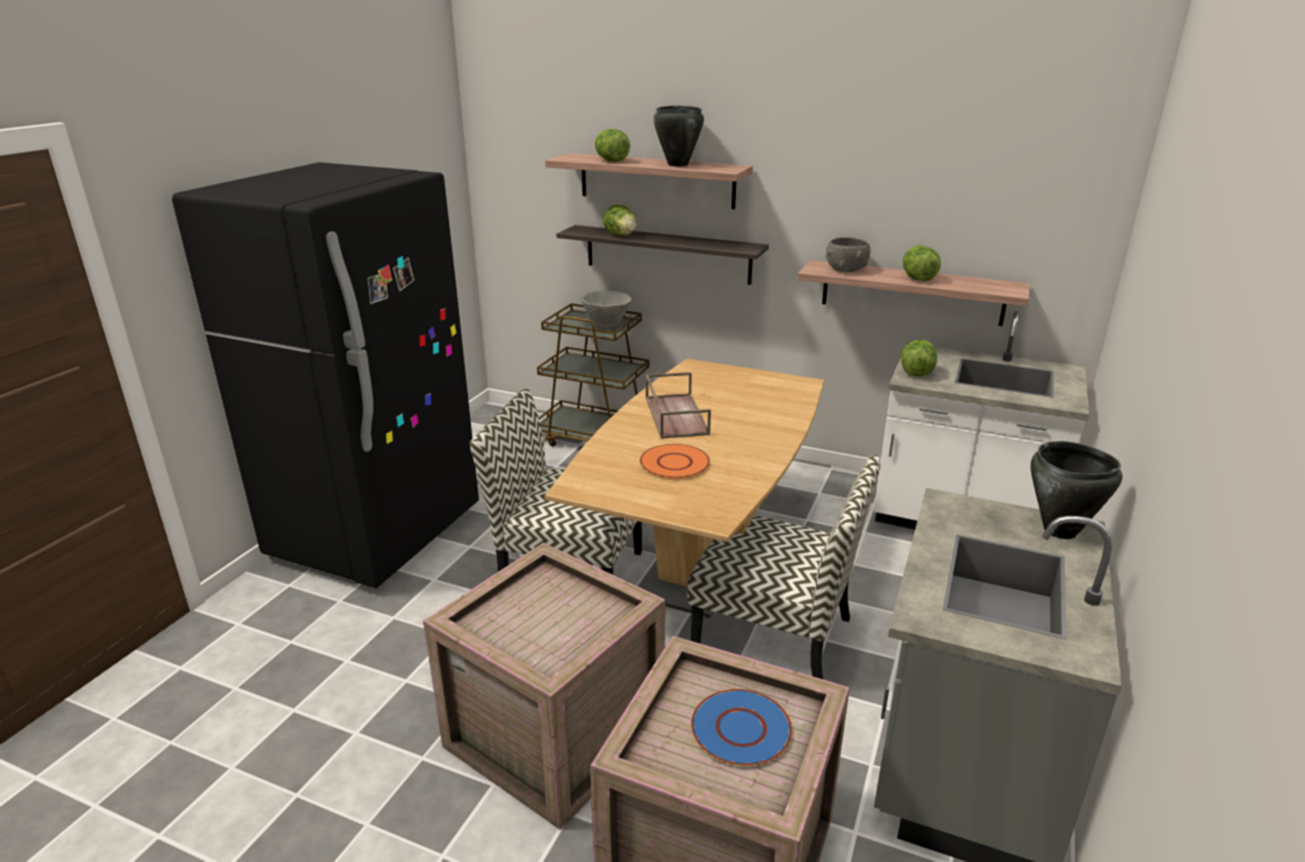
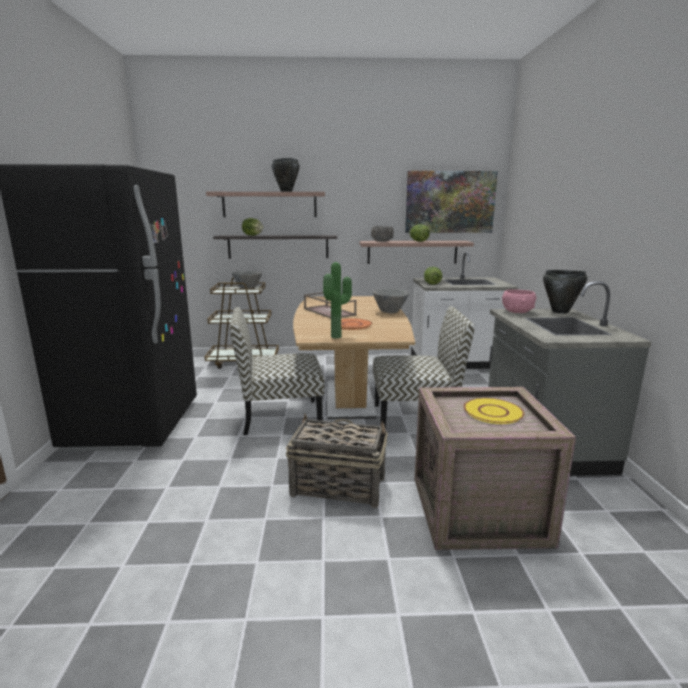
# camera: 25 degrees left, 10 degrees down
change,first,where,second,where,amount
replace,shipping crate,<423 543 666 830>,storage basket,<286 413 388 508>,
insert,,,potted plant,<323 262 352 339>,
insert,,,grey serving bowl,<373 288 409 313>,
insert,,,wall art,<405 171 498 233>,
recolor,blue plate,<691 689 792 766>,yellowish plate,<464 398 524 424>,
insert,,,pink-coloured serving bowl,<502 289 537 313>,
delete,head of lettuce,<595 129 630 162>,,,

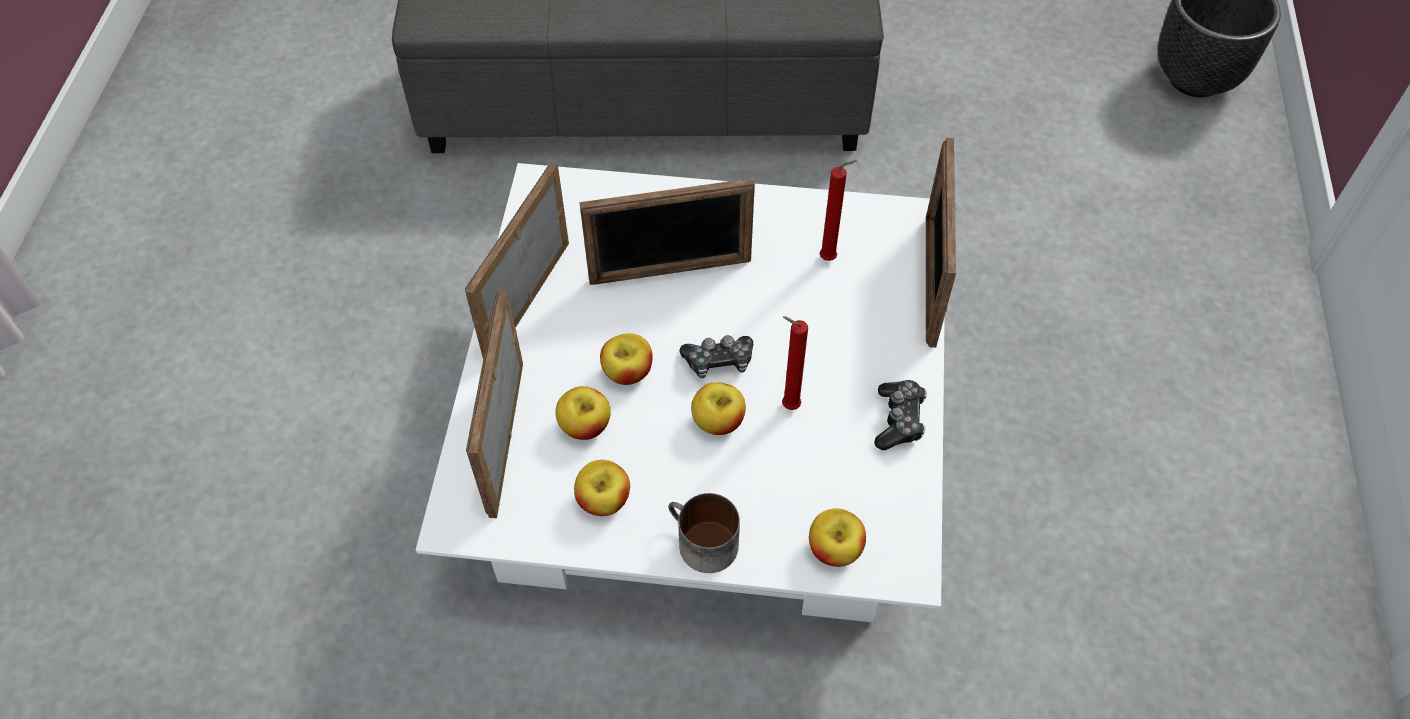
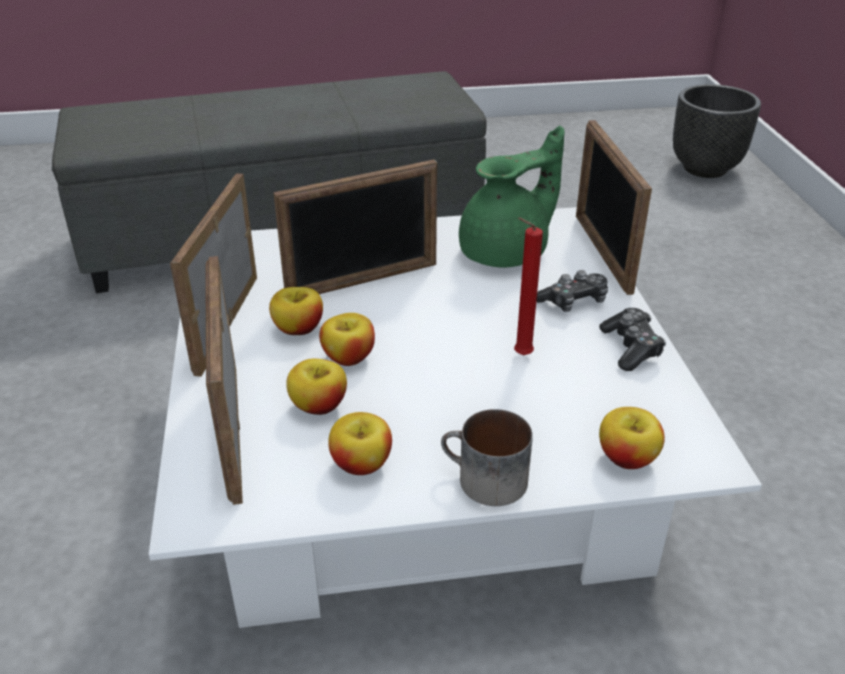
# camera: 15 degrees left, 20 degrees down
change,first,where,second,where,amount
move,whole apple,<691 382 746 435>,,<269 287 323 335>,
replace,reddish wax candle,<819 160 857 261>,green teapot,<459 126 565 268>,
move,game controller,<679 335 754 378>,,<537 270 608 312>,

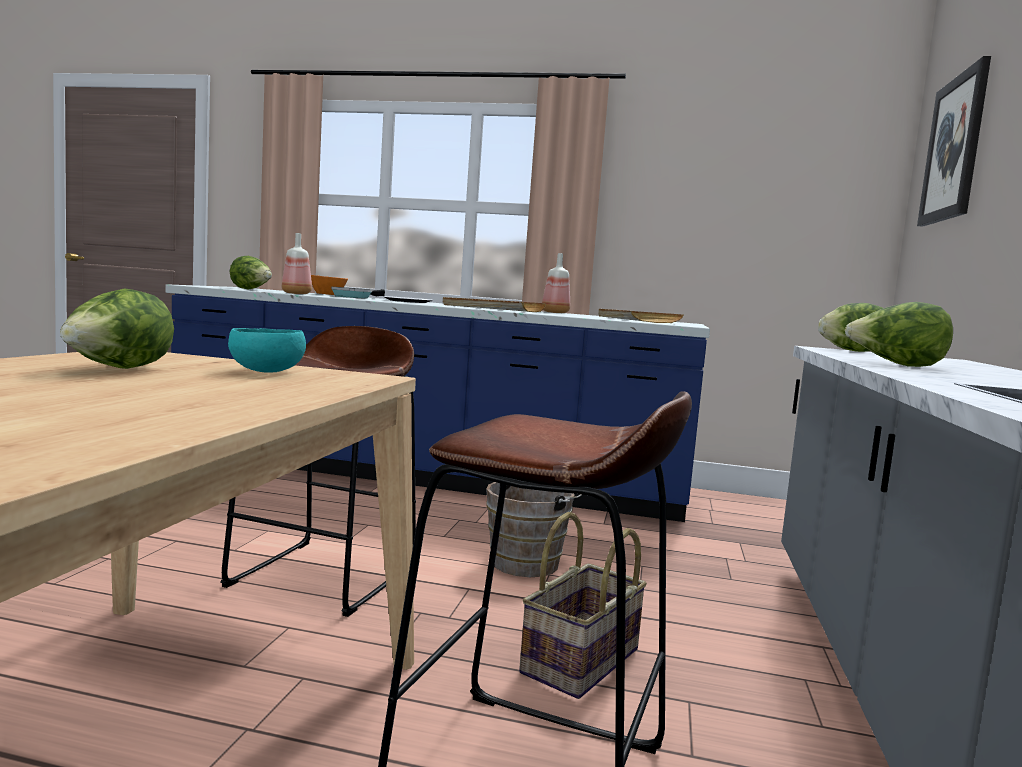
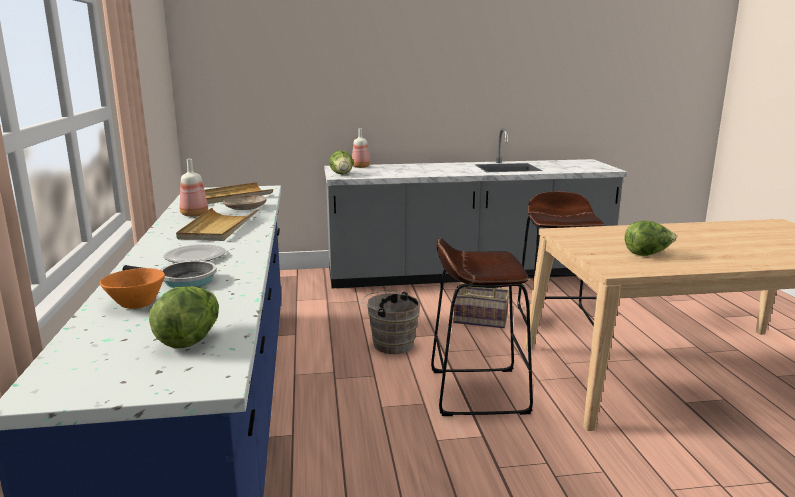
# camera: 110 degrees left, 10 degrees up
change,first,where,second,where,amount
insert,,,beige-coloured plate,<223 195 267 210>,
move,beverage bottle,<282 233 312 294>,,<352 129 370 168>,
delete,turquoise-coloured serving bowl,<228 328 306 373>,,,
delete,head of lettuce,<845 302 953 367>,,,
delete,wall art,<917 56 991 226>,,,

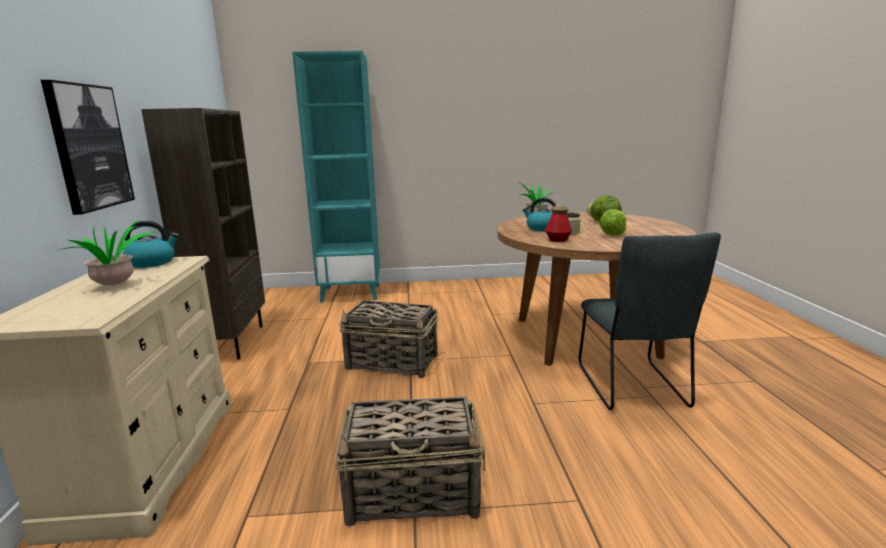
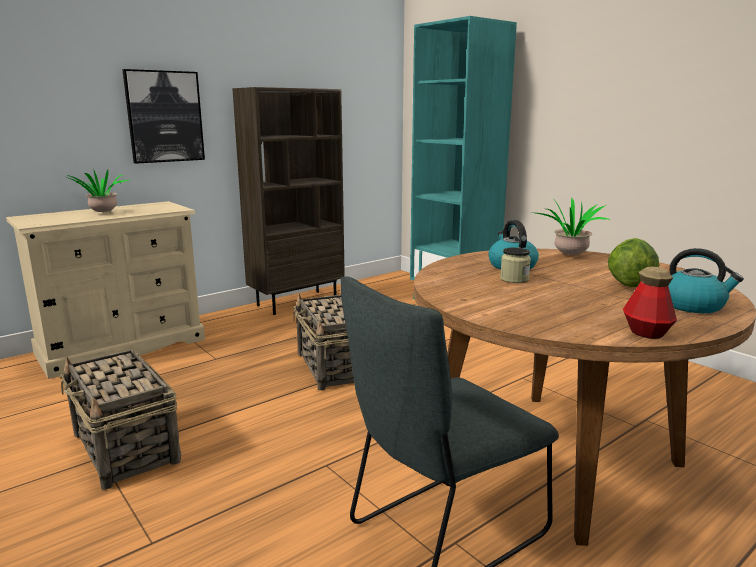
# camera: 55 degrees right, 0 degrees up
change,first,where,second,where,amount
move,beverage bottle,<545 205 573 242>,,<623 267 677 339>,
move,tea kettle,<123 221 179 268>,,<668 248 744 313>,
delete,head of lettuce,<599 209 626 235>,,,

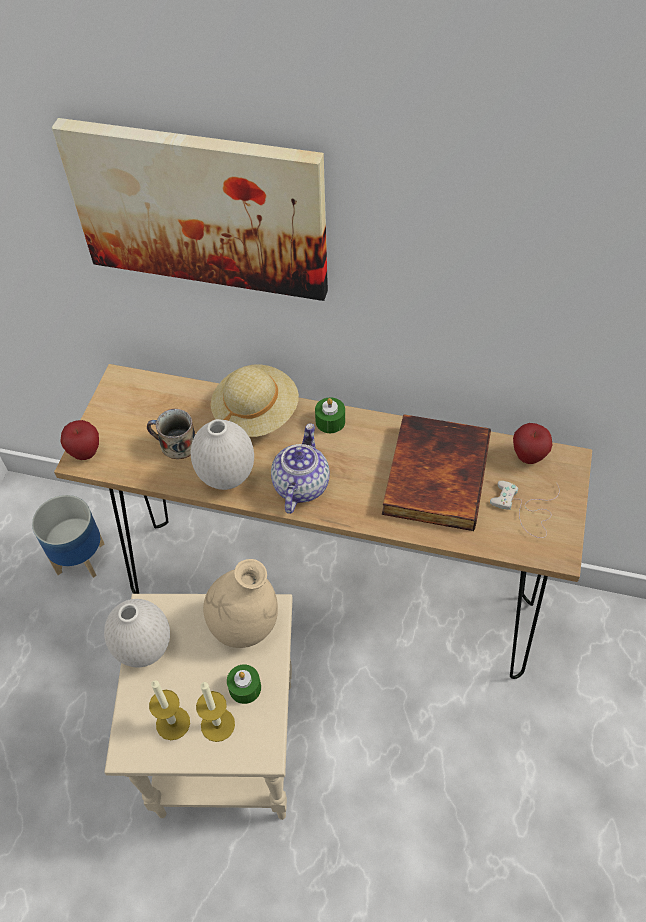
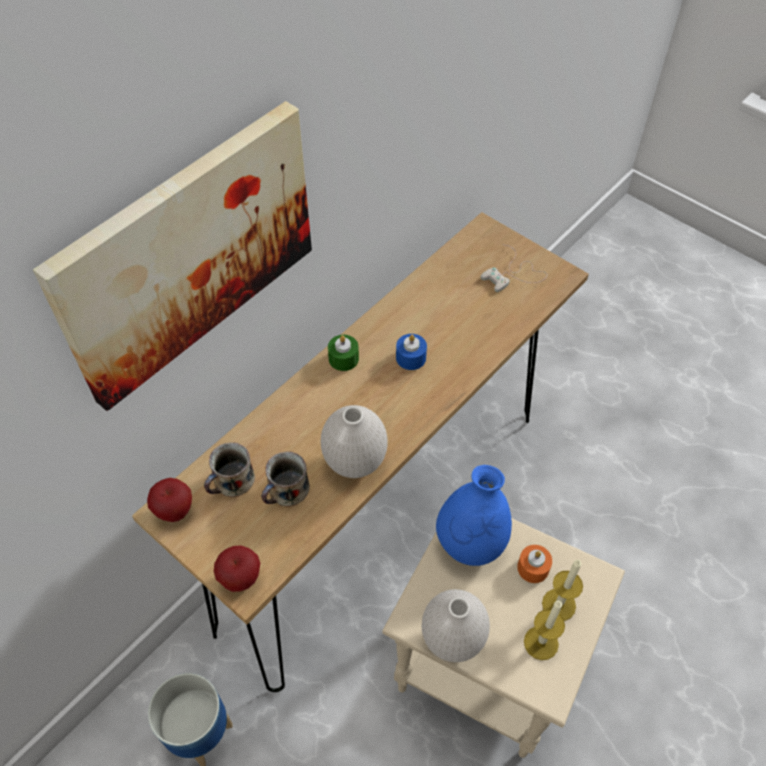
# camera: 65 degrees left, 0 degrees up
change,first,where,second,where,amount
move,whole apple,<513 423 552 464>,,<147 478 192 522>,
insert,,,mug,<204 442 255 497>,
insert,,,blue wax candle,<396 334 427 370>,
recolor,beige-coloured flower vase,<203 559 278 648>,blue flower vase,<436 465 512 566>,
recolor,green wax candle,<227 665 261 704>,orange wax candle,<517 545 552 583>,
delete,beige-coloured clothing hat,<210 364 299 437>,,,
delete,teapot,<271 423 330 514>,,,
delete,book,<382 414 491 531>,,,

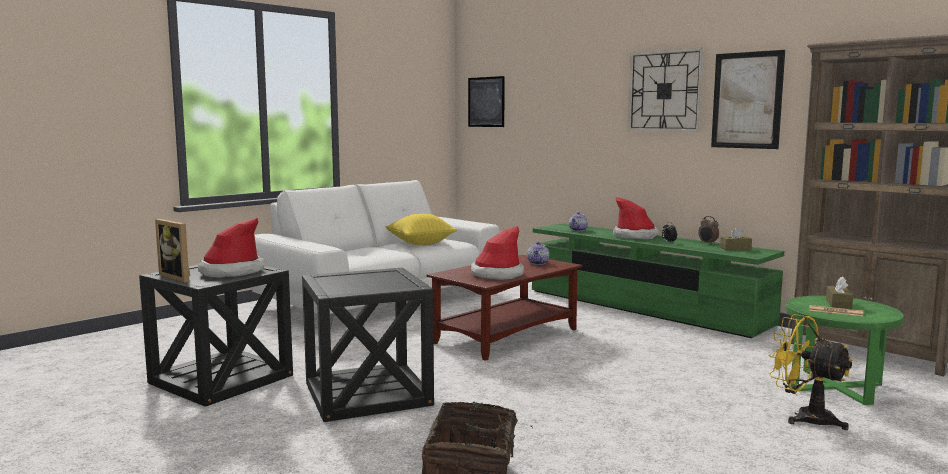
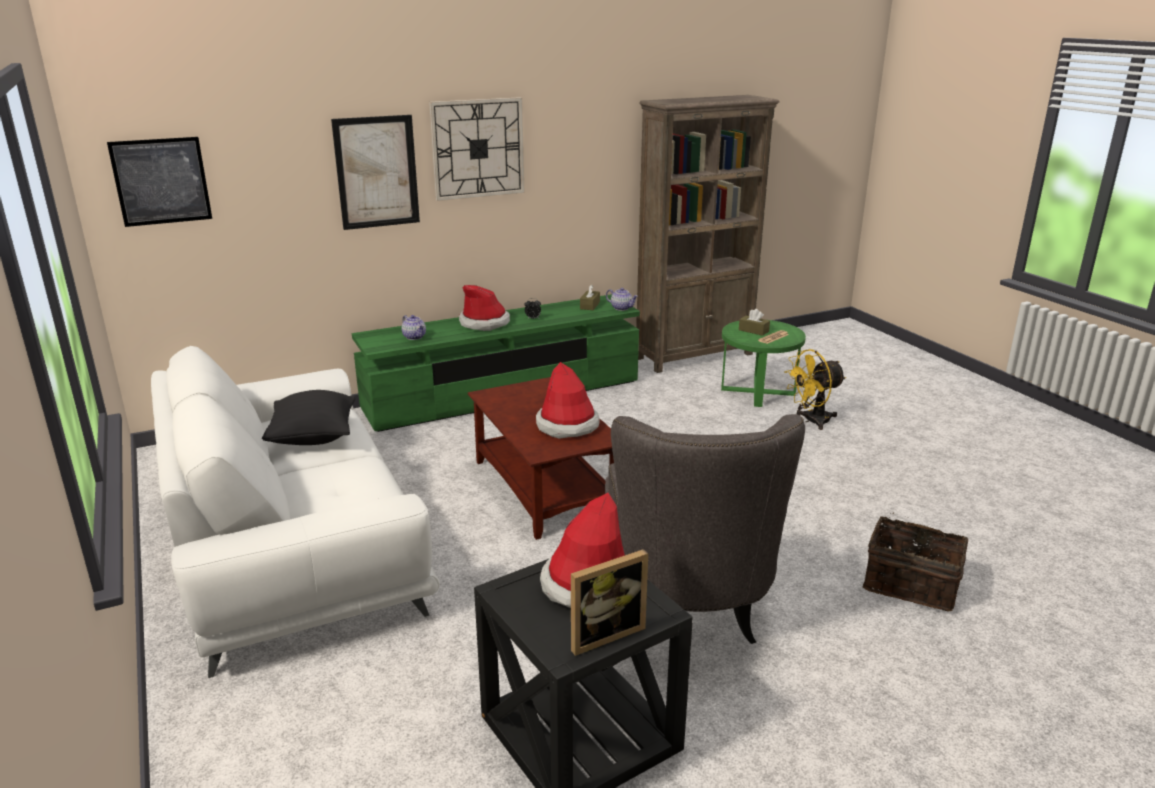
# camera: 70 degrees left, 15 degrees up
change,first,where,second,where,amount
recolor,yellowish cushion,<386 213 457 245>,blackish cushion,<262 390 355 445>,
move,wall art,<711 50 785 149>,,<331 115 420 230>,
replace,blackish end table,<302 268 434 422>,grey armchair,<605 414 805 644>,
move,teapot,<527 242 549 265>,,<606 288 638 311>,
delete,table clock,<698 216 719 245>,,,

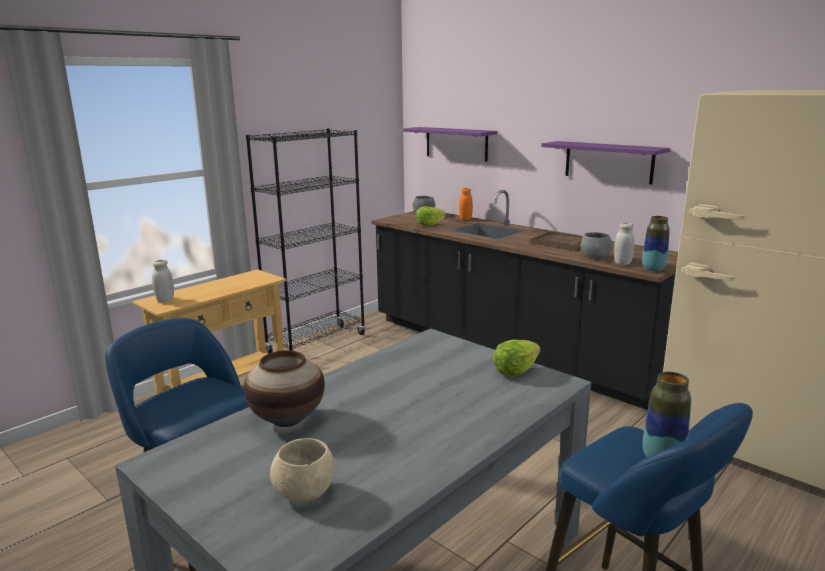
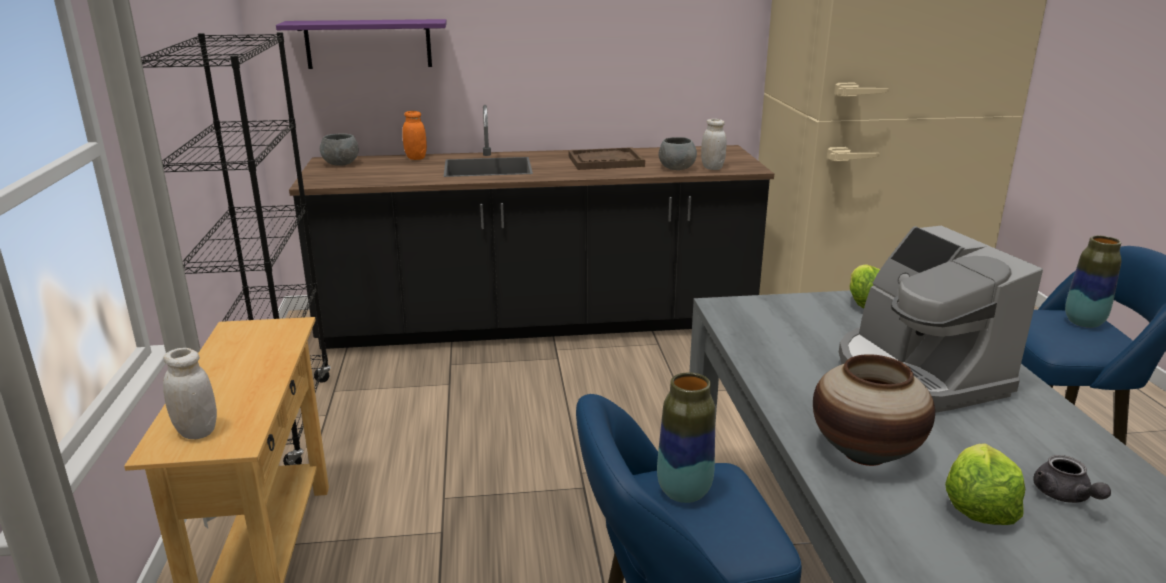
# camera: 50 degrees left, 5 degrees up
change,first,where,second,where,amount
move,flower vase,<642 216 670 271>,,<657 372 715 503>,
insert,,,coffee brewer,<839 226 1043 413>,
move,head of lettuce,<416 206 446 226>,,<945 444 1025 525>,
replace,beige-coloured serving bowl,<270 438 335 502>,grey teapot,<1033 455 1111 503>,
delete,purplish wall shelf,<541 141 670 184>,,,

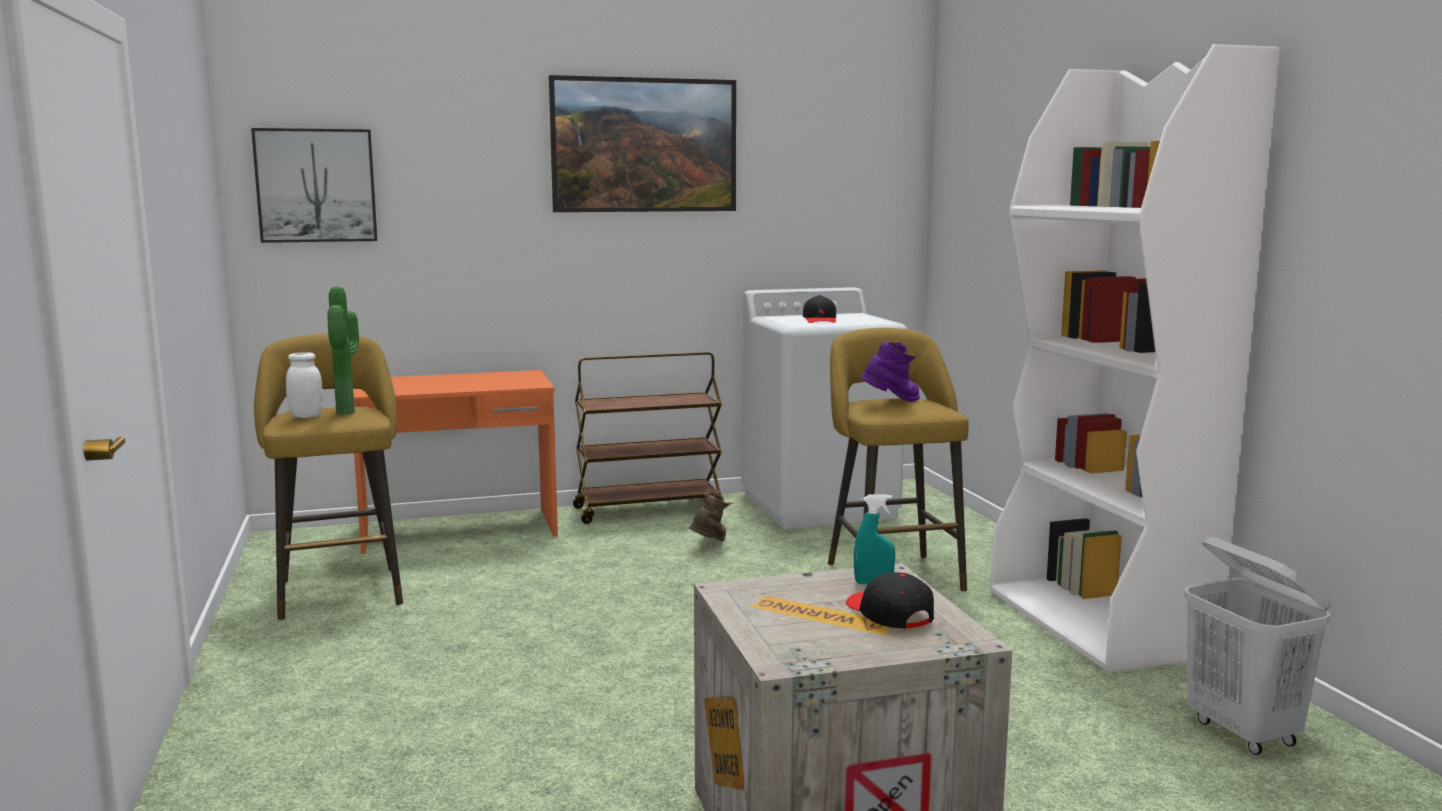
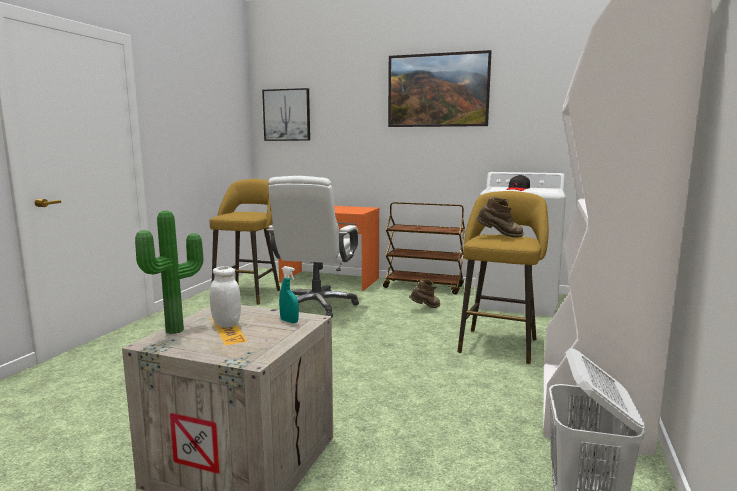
# camera: 35 degrees right, 0 degrees up
change,first,where,second,where,amount
move,potted plant,<327 286 359 415>,,<135 210 204 334>,
move,white storage jar,<286 352 323 418>,,<210 266 241 328>,
insert,,,white office chair,<267 176 359 318>,
recolor,purplish tall boot,<860 341 920 402>,brown tall boot,<477 197 524 238>,
delete,blackish baseball cap,<846 572 934 629>,,,

